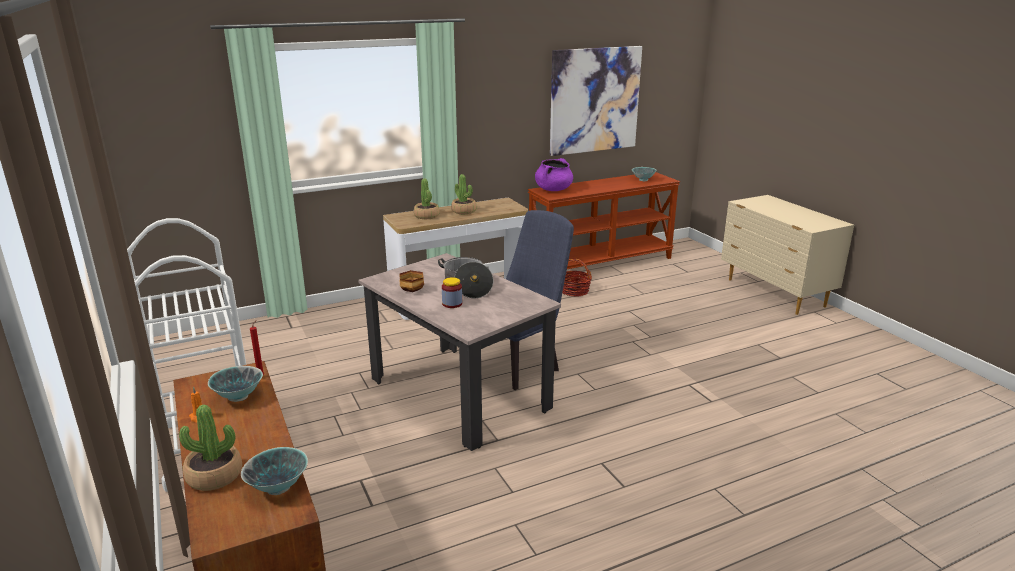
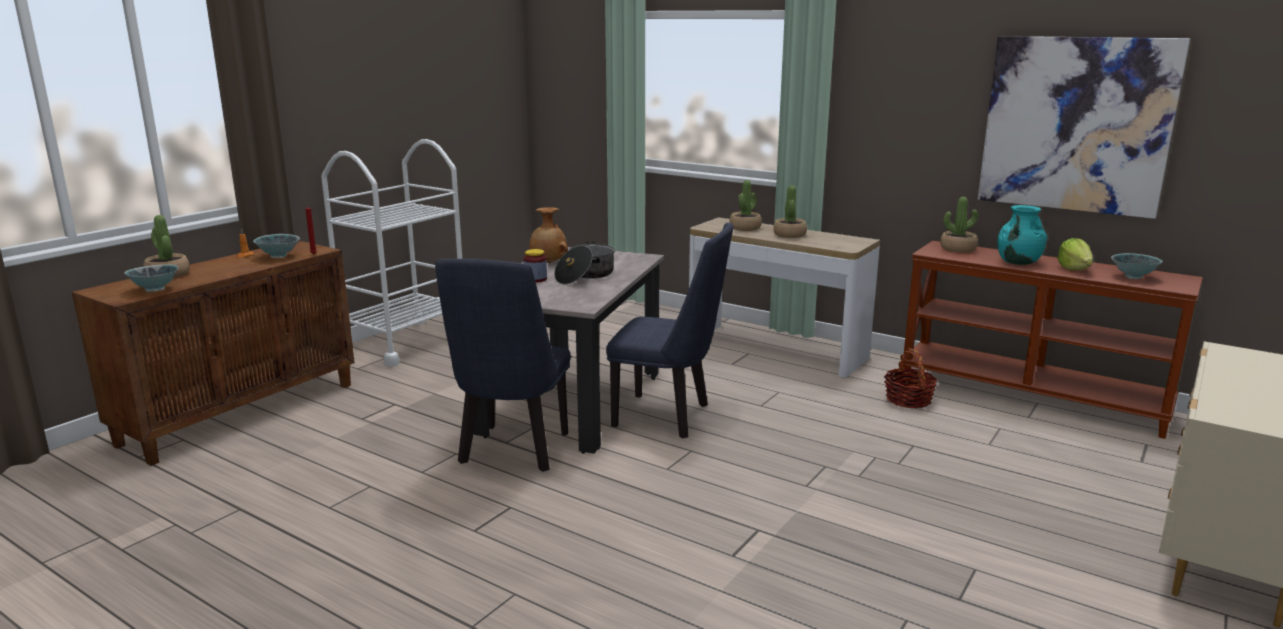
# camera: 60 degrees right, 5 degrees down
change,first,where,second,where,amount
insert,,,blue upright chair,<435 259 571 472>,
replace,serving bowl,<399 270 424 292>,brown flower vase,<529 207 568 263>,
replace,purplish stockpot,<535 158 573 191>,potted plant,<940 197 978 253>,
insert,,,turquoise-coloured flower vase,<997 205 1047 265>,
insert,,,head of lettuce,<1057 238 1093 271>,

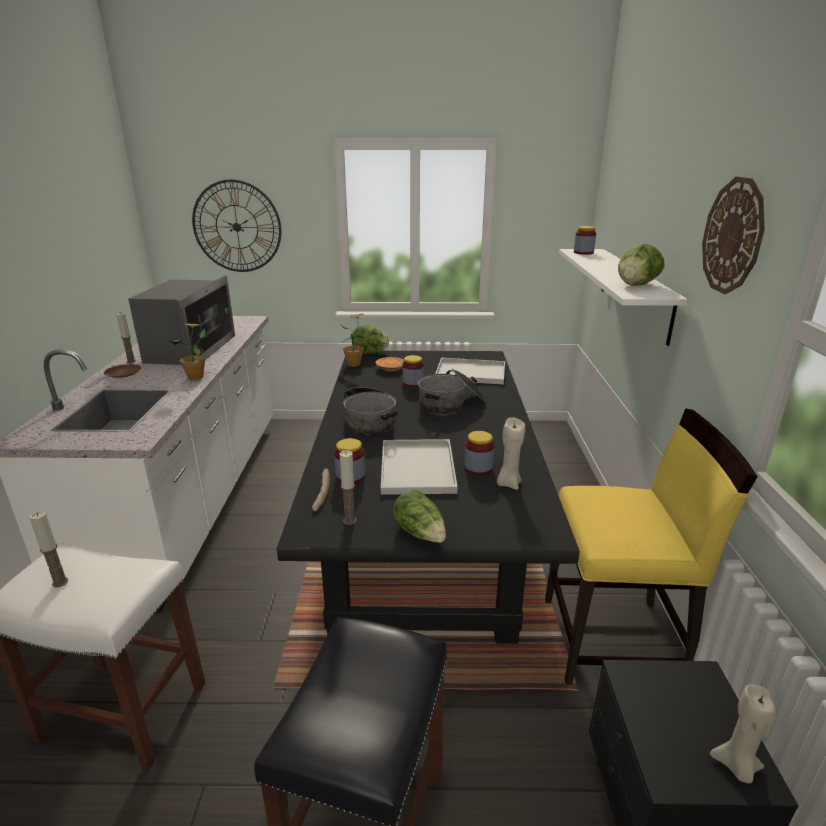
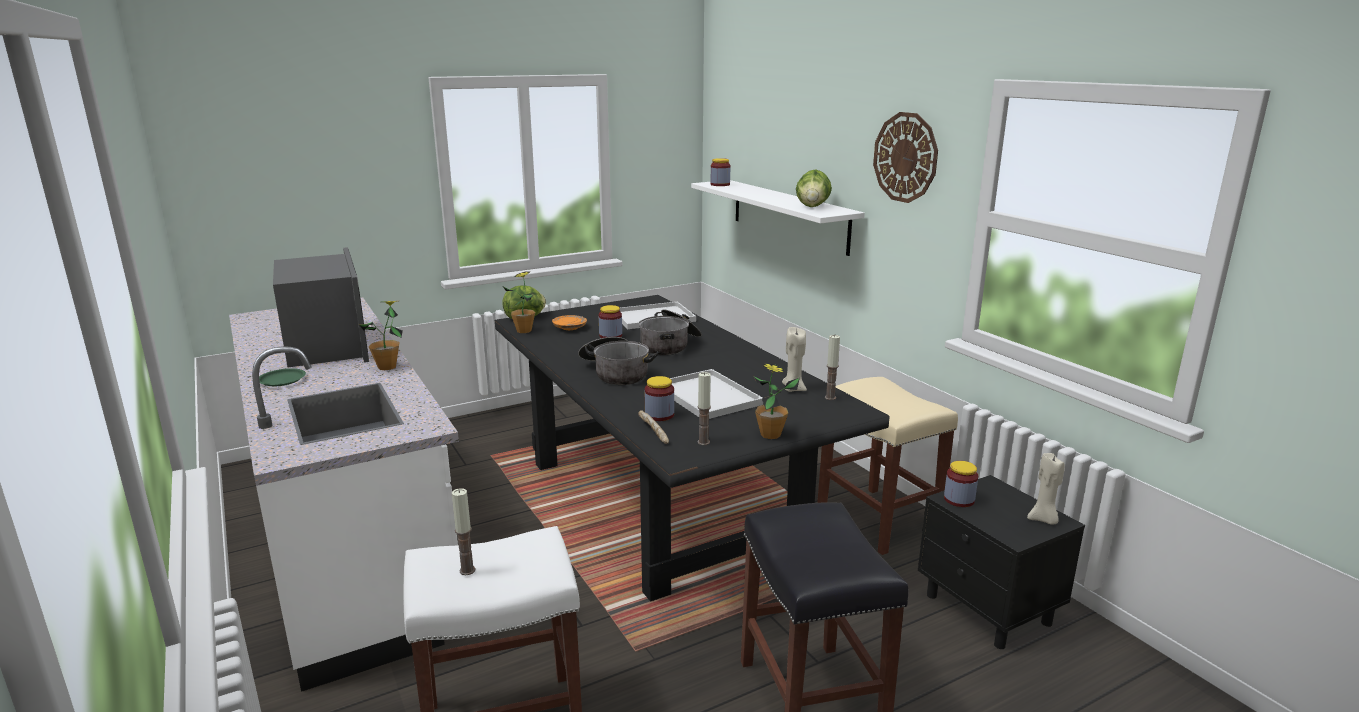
# camera: 30 degrees left, 5 degrees down
change,first,where,second,where,amount
recolor,brown plate,<104 364 141 378>,green plate,<259 368 306 386>,
replace,head of lettuce,<393 490 446 543>,potted plant,<754 363 800 439>,
replace,yellowish upright chair,<545 409 757 685>,beige-coloured stool,<817 377 958 555>,
move,wax candle,<116 312 136 363>,,<825 335 840 400>,
move,storage jar,<464 431 494 475>,,<944 461 978 507>,
delete,clock on the wall,<192 179 282 272>,,,

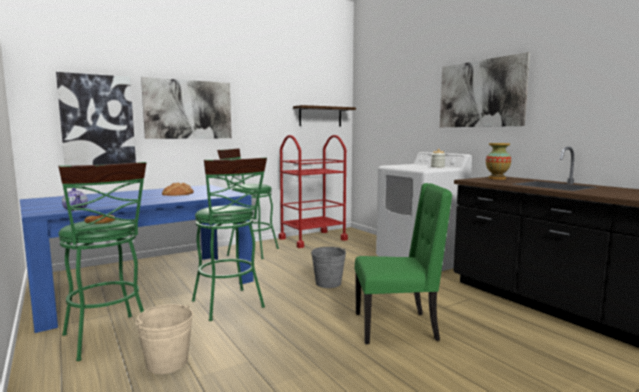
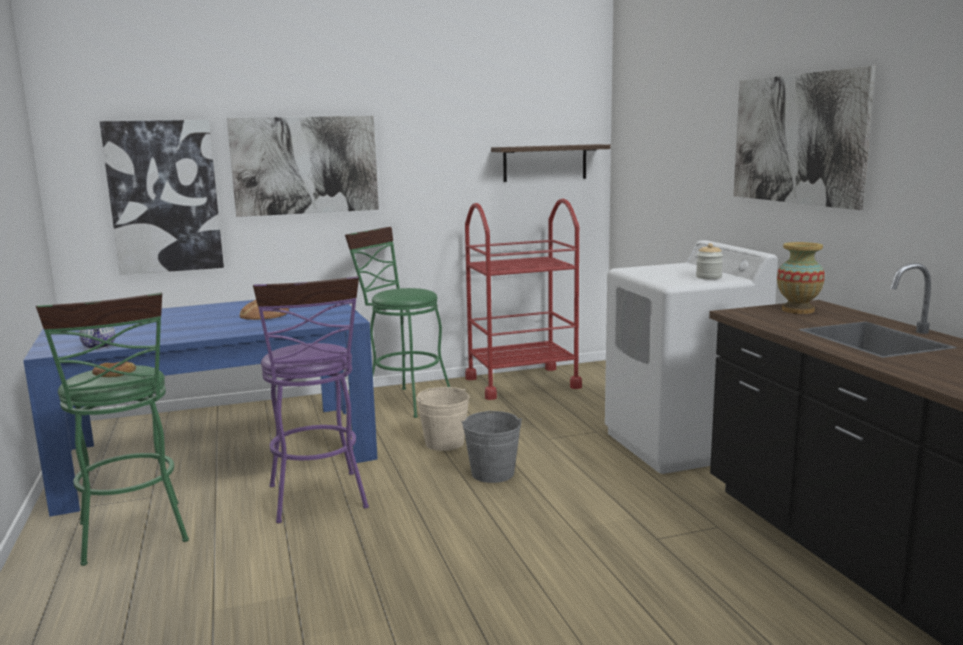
# camera: 15 degrees right, 5 degrees up
change,first,where,second,where,amount
recolor,green stool,<192 157 267 321>,purplish stool,<253 276 369 523>,
move,beige-coloured water bucket,<135 304 193 374>,,<416 387 470 451>,
delete,green upright chair,<355 183 452 344>,,,

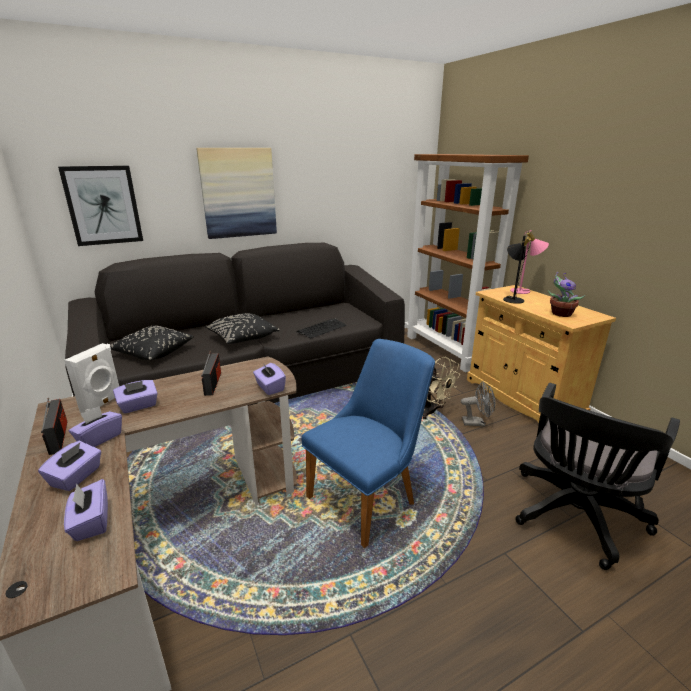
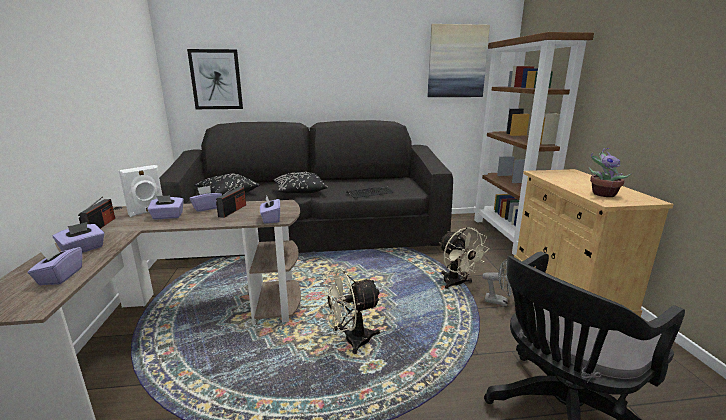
# camera: 20 degrees right, 5 degrees down
change,first,where,second,where,amount
move,purplish box of tissues,<69 406 122 447>,,<189 186 222 212>,
replace,blue upright chair,<301 339 435 548>,beige-coloured electric fan,<322 268 381 354>,
move,wall art,<196 148 277 239>,,<428 24 490 97>,
delete,blackish tabletop lamp,<503 236 532 304>,,,
delete,pink-coloured tabletop lamp,<510 230 549 294>,,,

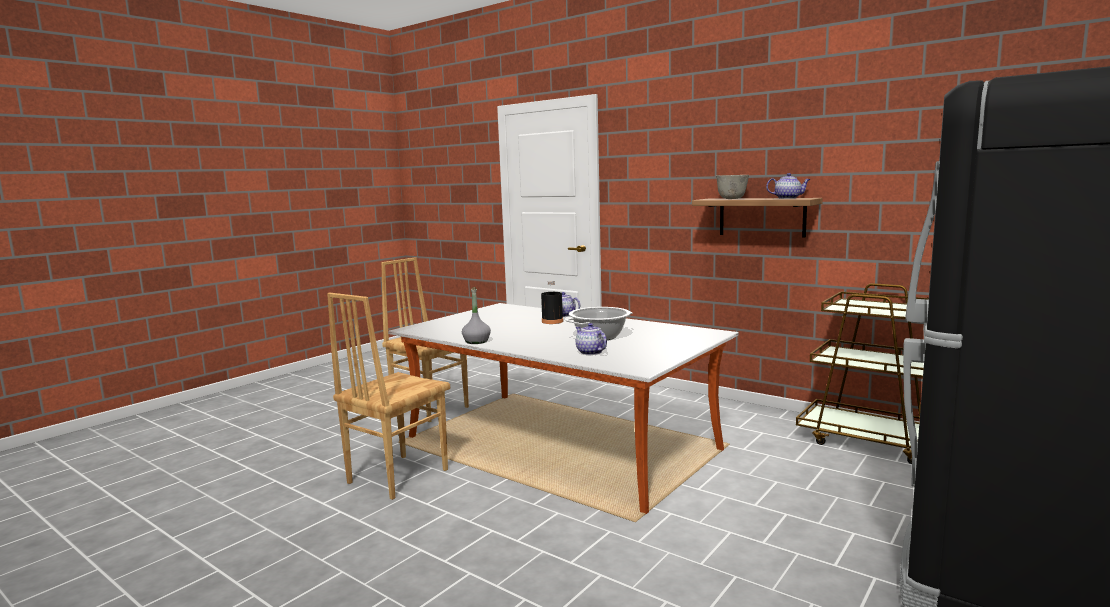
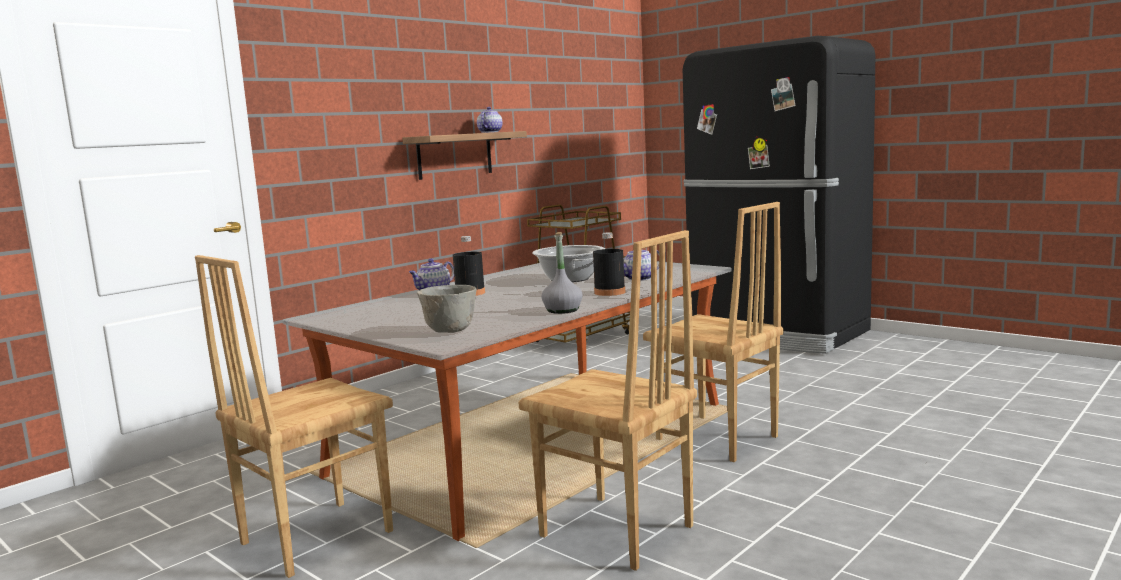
# camera: 85 degrees left, 0 degrees up
change,first,where,second,where,amount
move,grey serving bowl,<716 175 749 199>,,<417 285 476 333>,
insert,,,blackish beverage bottle,<593 232 625 296>,
insert,,,brown upright chair,<643 202 783 462>,

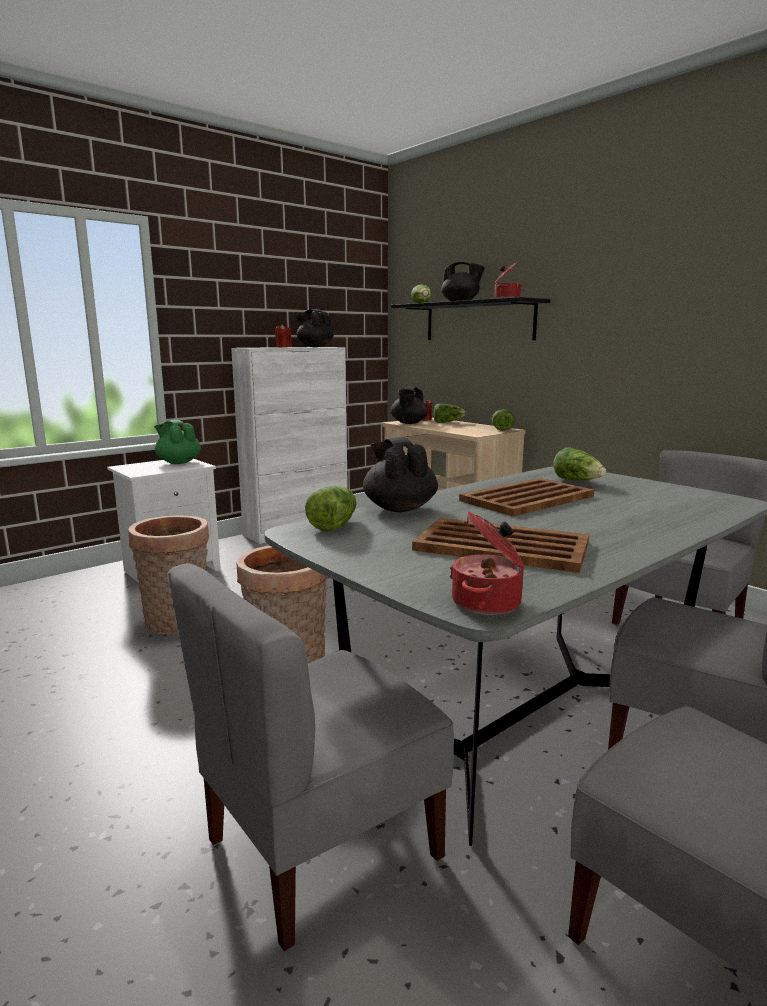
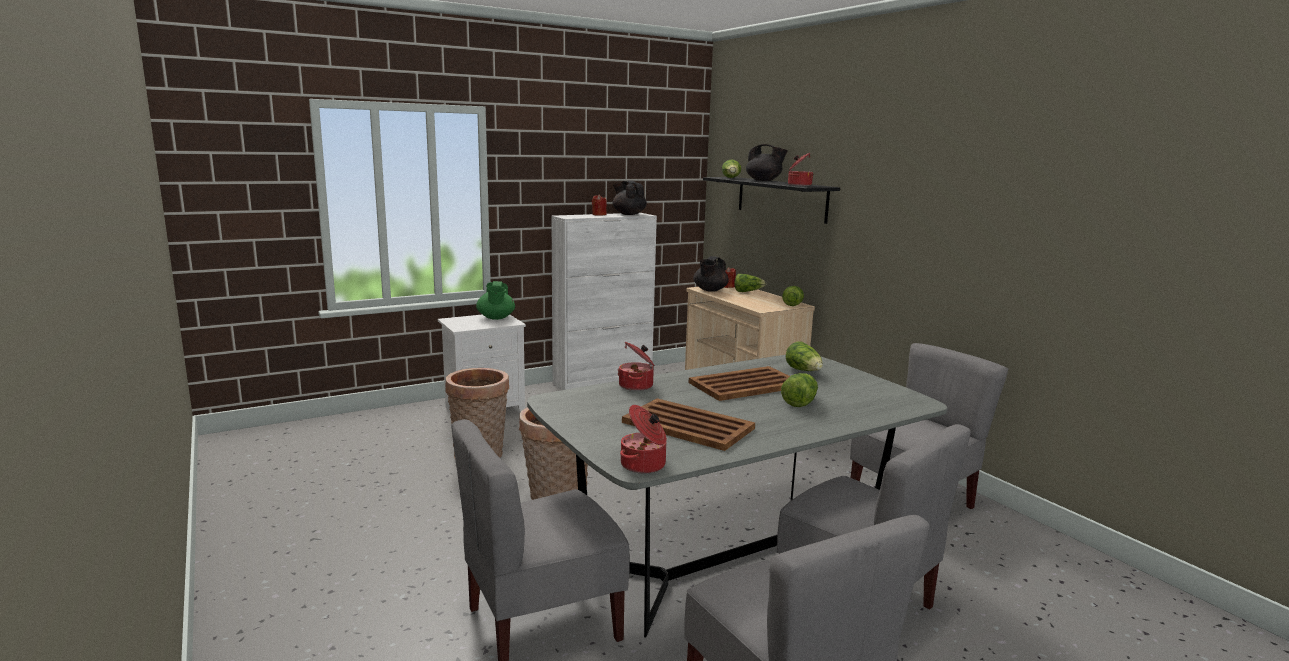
# camera: 10 degrees right, 0 degrees up
change,first,where,second,where,amount
rotate,green teapot,<155 420 201 464>,,<476 281 515 320>,150 degrees counterclockwise
replace,blackish teapot,<363 437 438 512>,stockpot,<618 341 655 391>,
move,head of lettuce,<305 486 357 531>,,<781 373 818 407>,

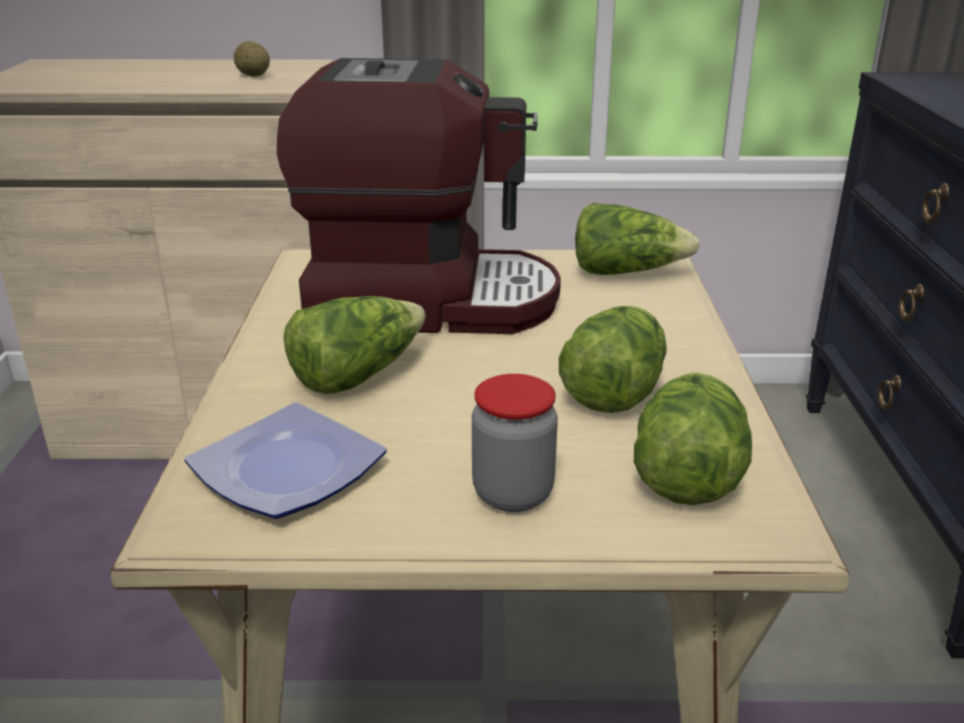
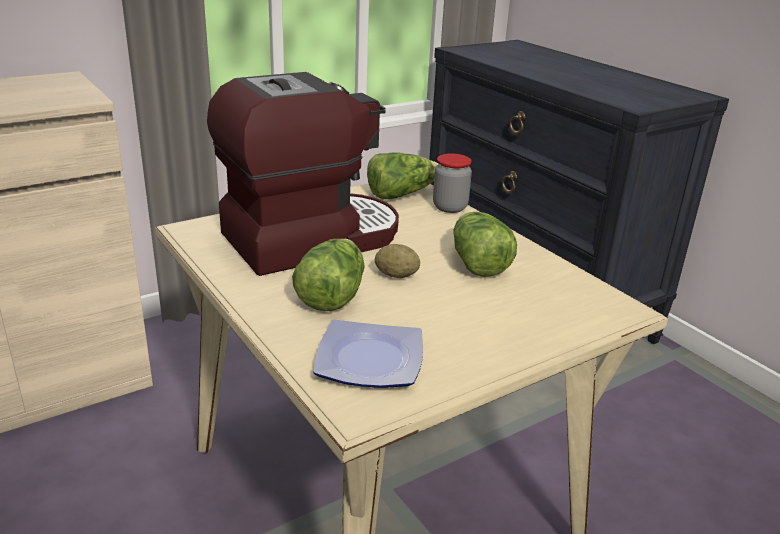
# camera: 35 degrees left, 0 degrees up
change,first,where,second,where,amount
move,spud,<234 41 270 77>,,<375 244 420 278>,
move,storage jar,<472 374 558 512>,,<433 153 472 213>,
delete,head of lettuce,<634 372 752 505>,,,

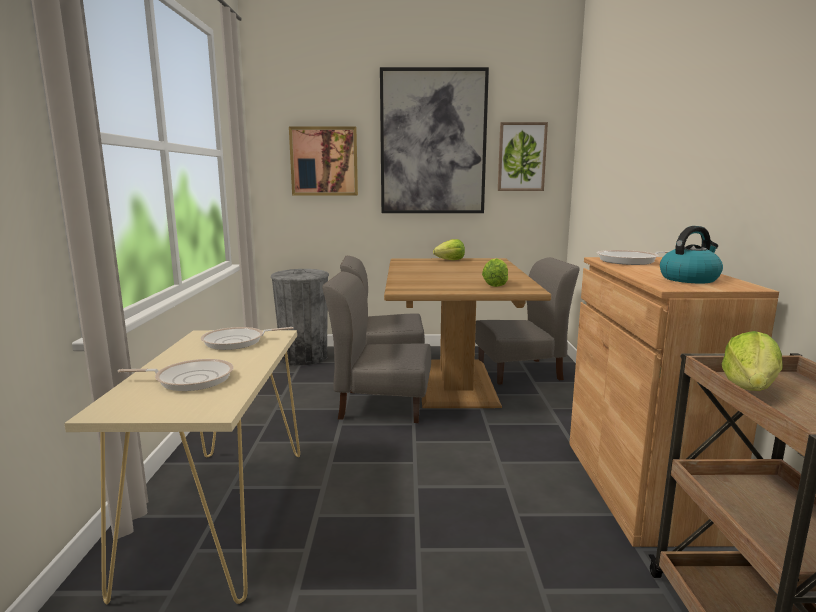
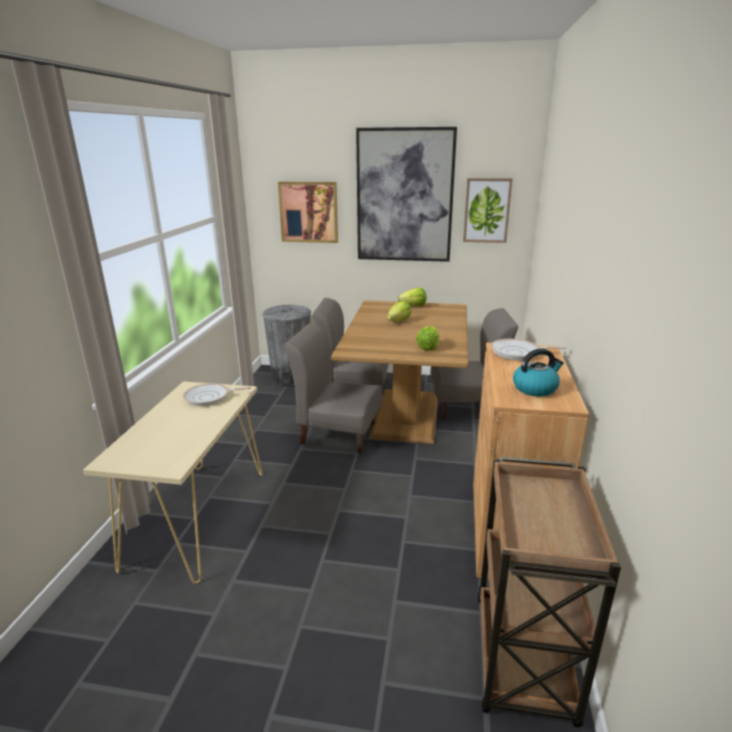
# camera: 10 degrees right, 10 degrees up
change,first,where,second,where,amount
move,head of lettuce,<722 331 782 391>,,<387 301 412 322>,
delete,pan,<118 359 233 391>,,,

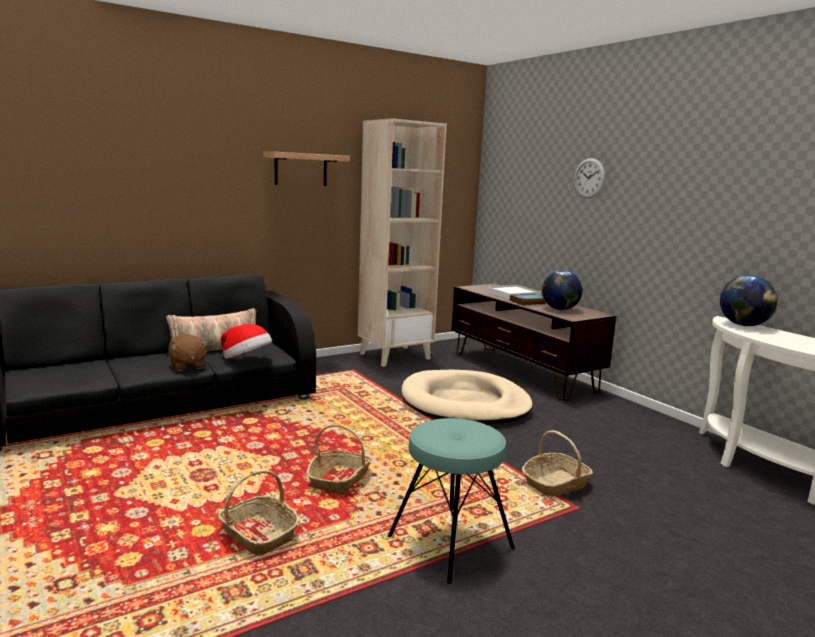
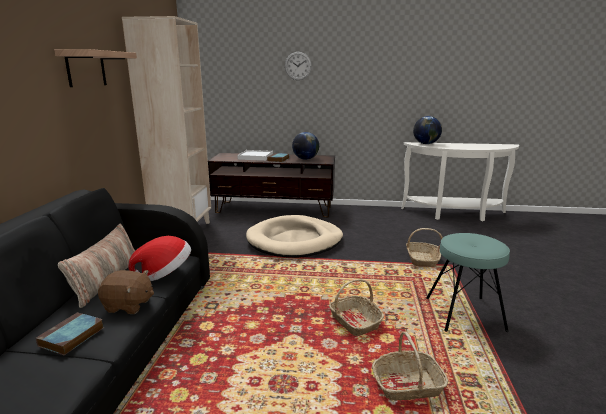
# camera: 50 degrees left, 5 degrees up
change,first,where,second,where,amount
insert,,,book,<35 312 104 355>,

